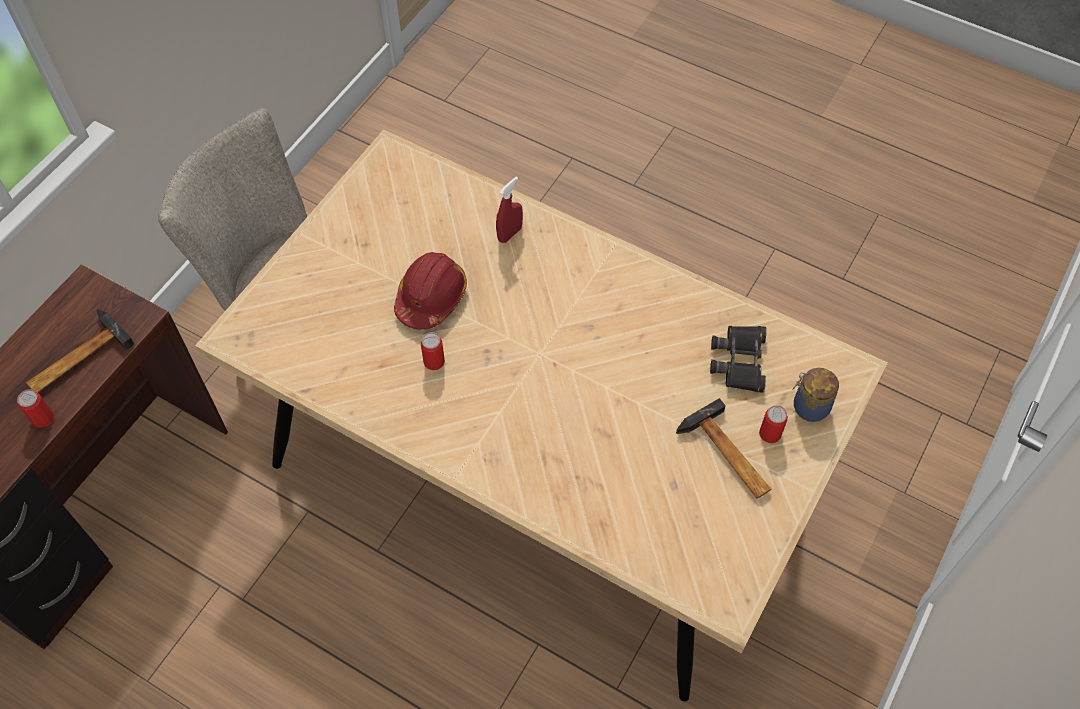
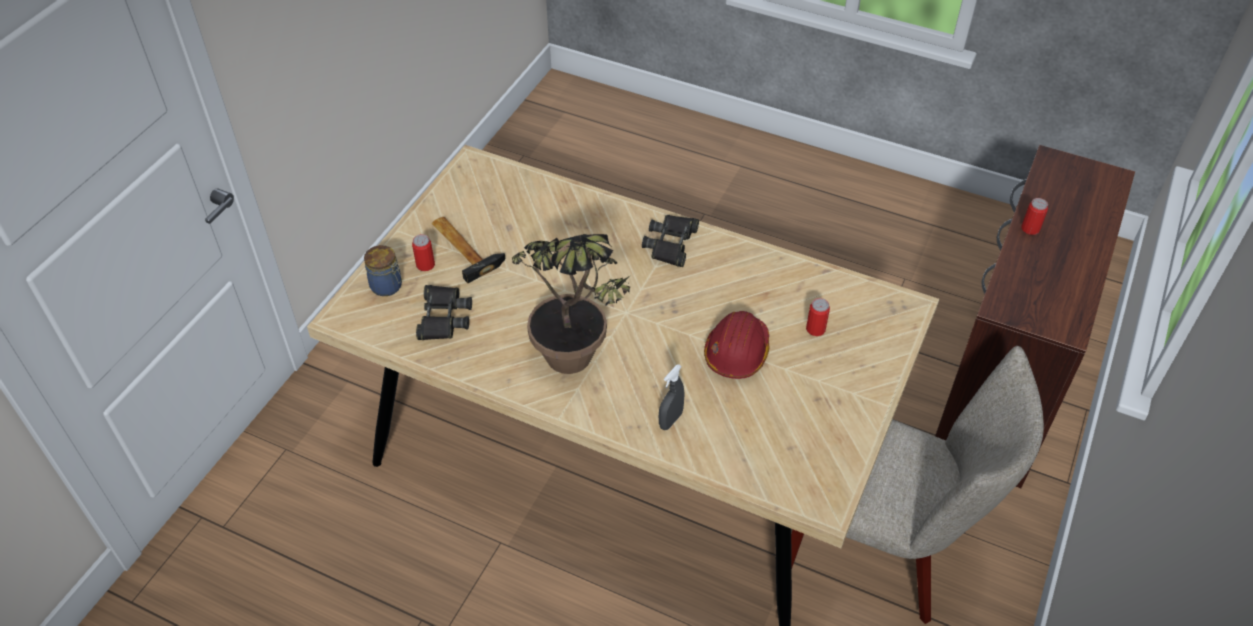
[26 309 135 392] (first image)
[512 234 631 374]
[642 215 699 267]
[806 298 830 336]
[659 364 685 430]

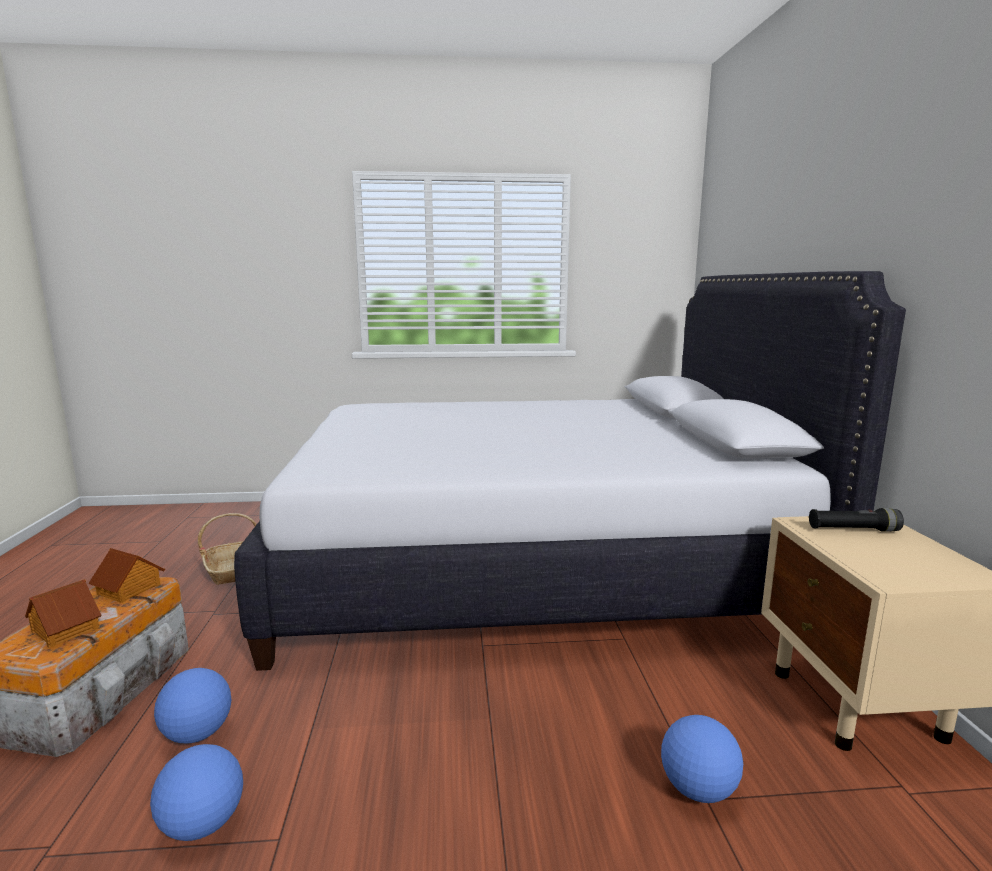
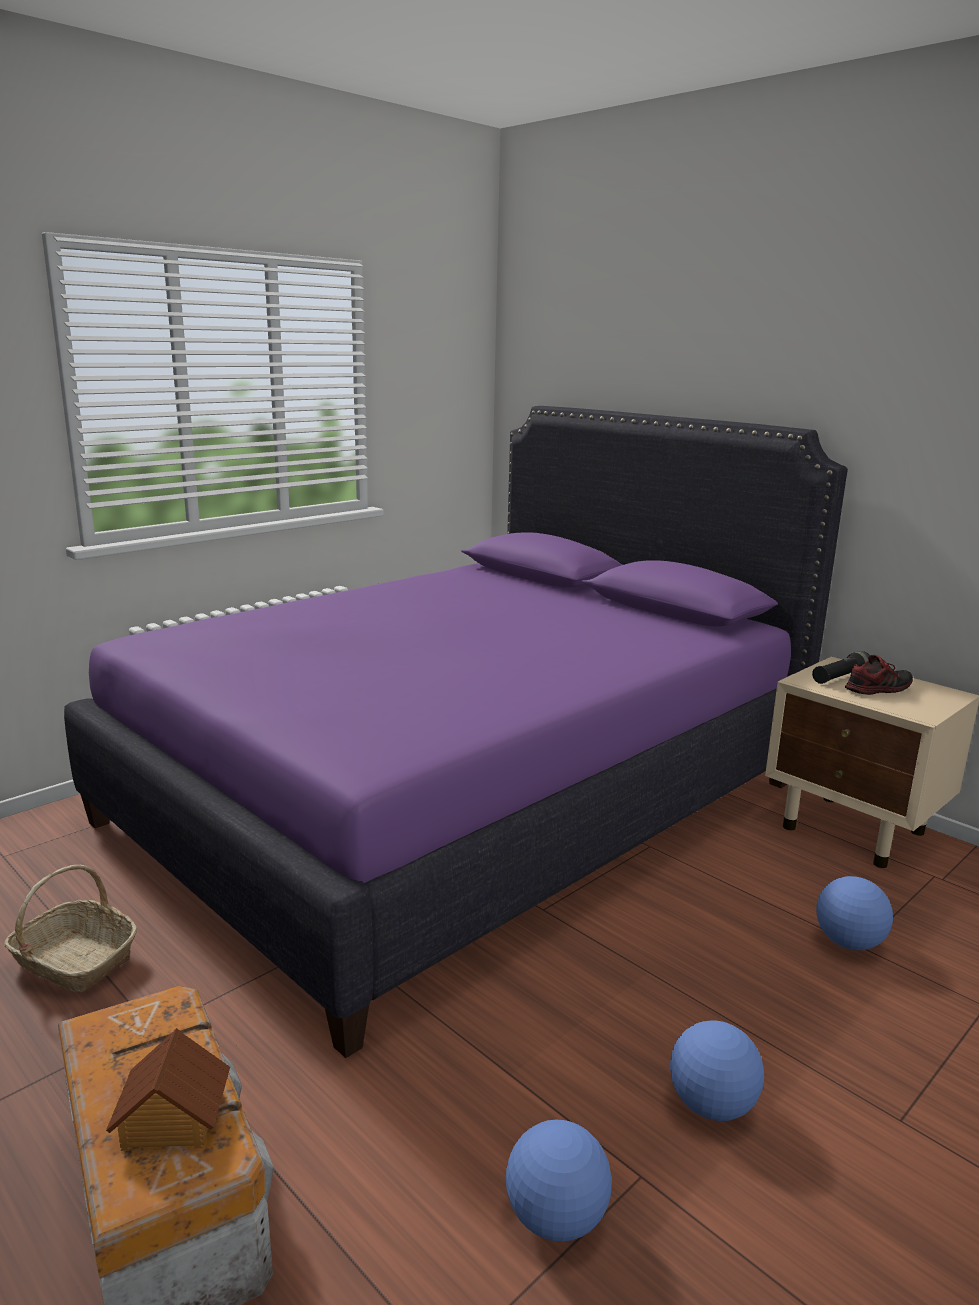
[88 548 165 603] (first image)
[845 655 913 695]
[670 1021 764 1121]
[64 406 848 1058]

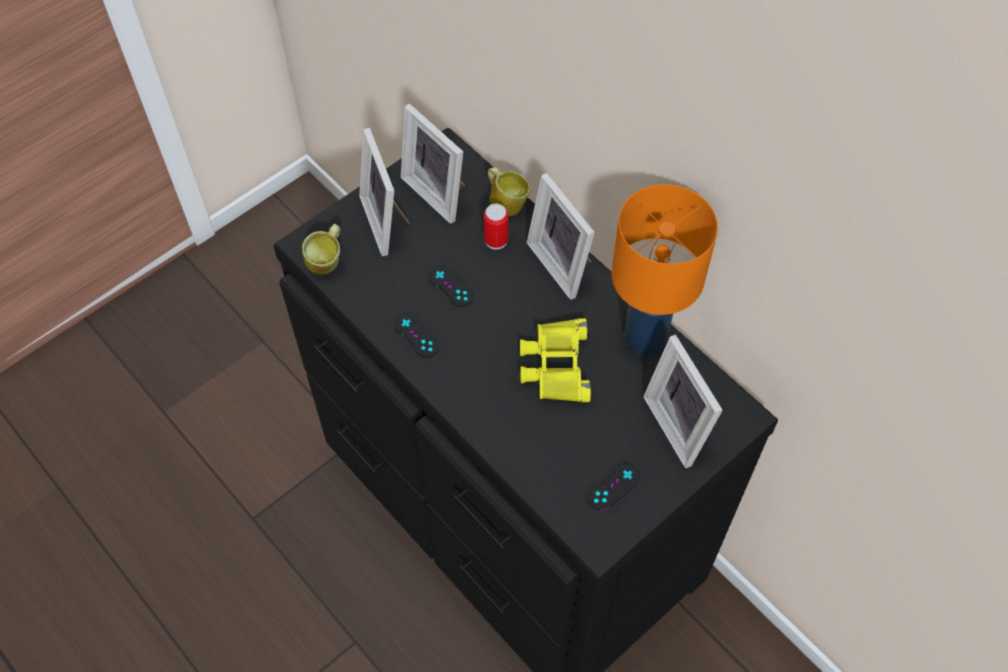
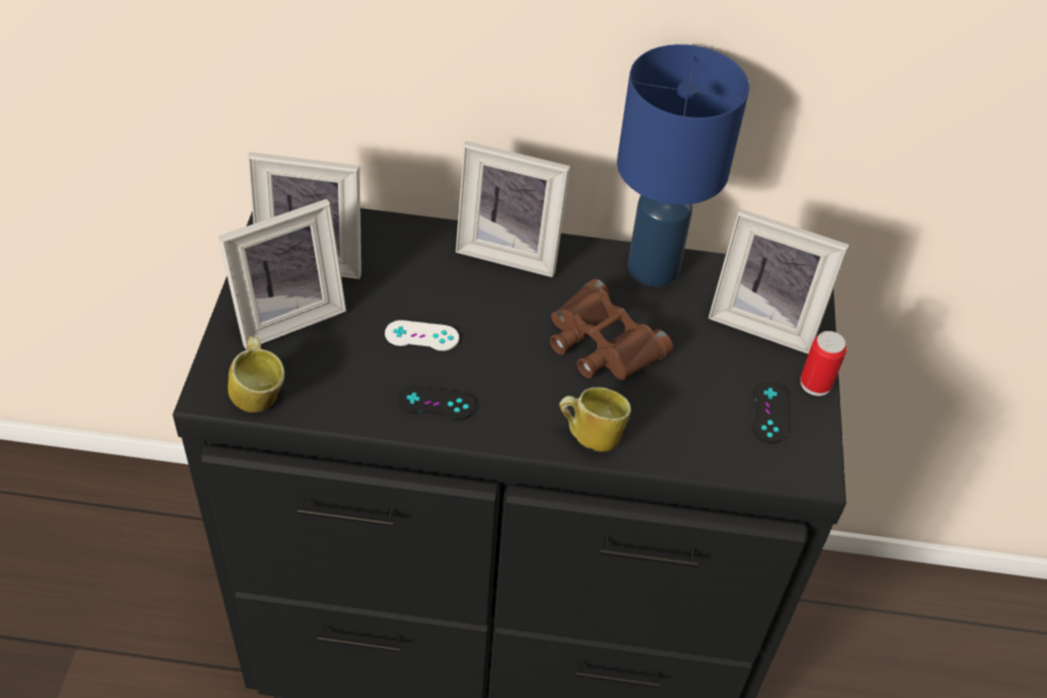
[800 331 847 396]
[559 387 631 452]
[385 320 459 351]
[550 279 673 380]
[617 44 749 286]
[218 199 346 350]

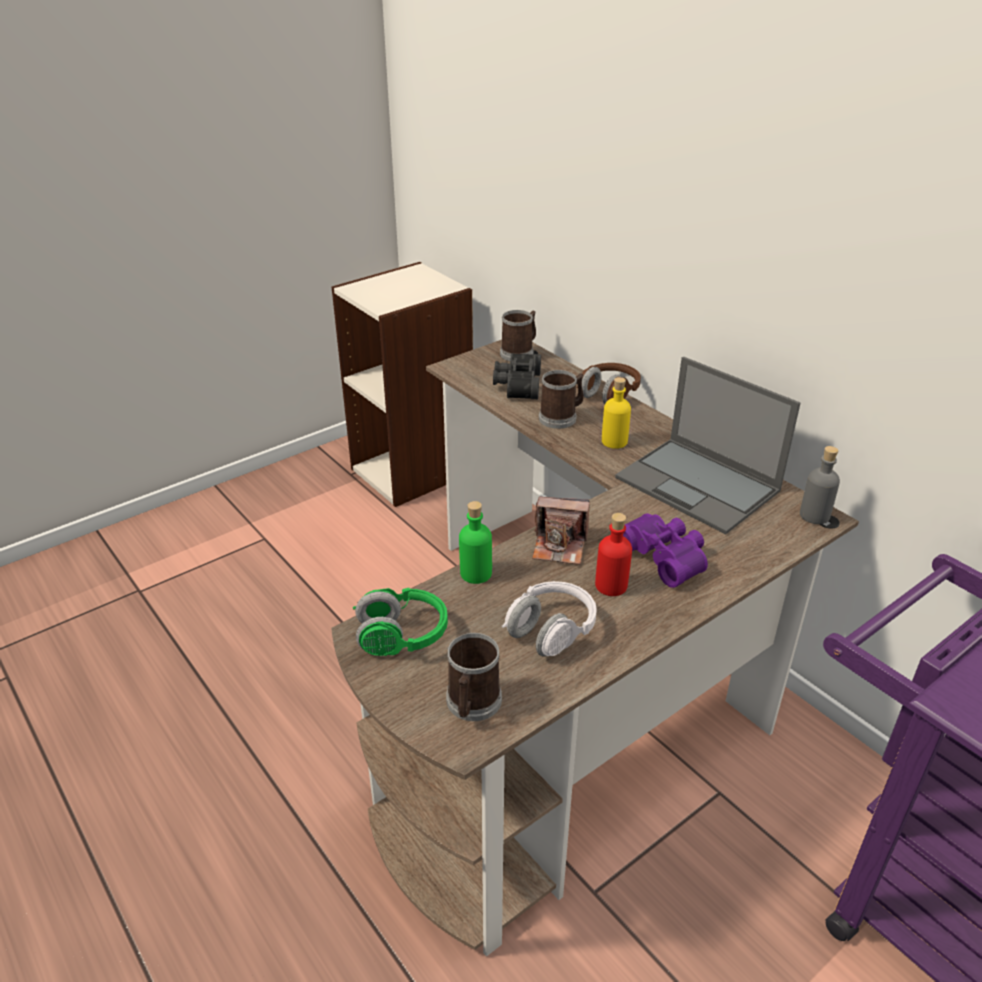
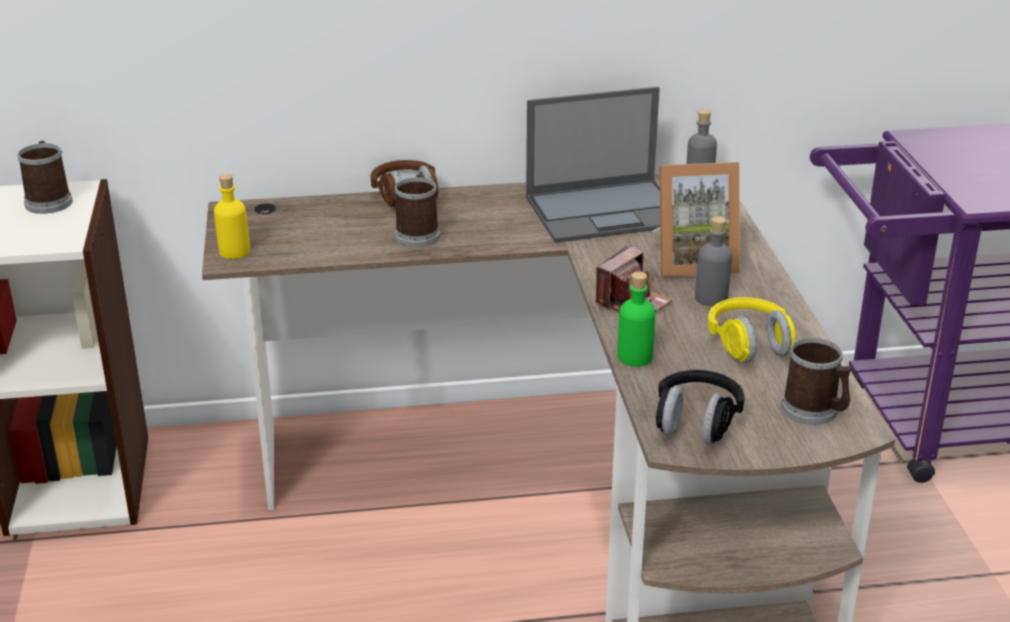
[493 353 541 399] (first image)
[17 141 73 214]
[214 174 250 259]
[653 162 740 277]
[656 370 745 444]
[708 297 796 363]
[695 216 732 306]

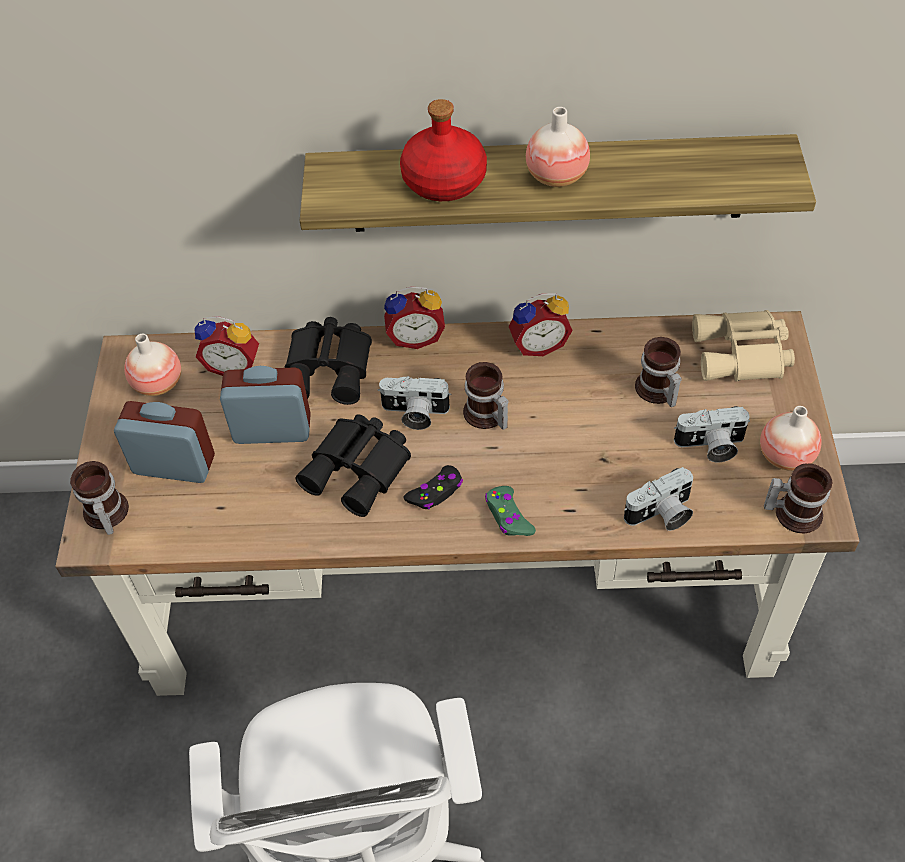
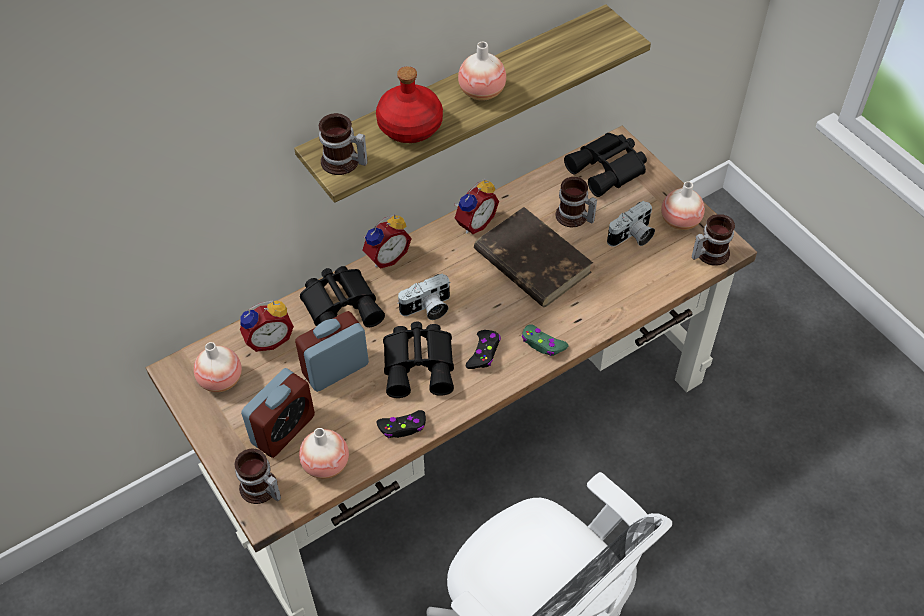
[624 467 693 531] (first image)
[299 428 349 479]
[377 410 426 438]
[474 207 593 307]
[319 113 368 175]
[564 133 647 197]
[241 368 315 458]

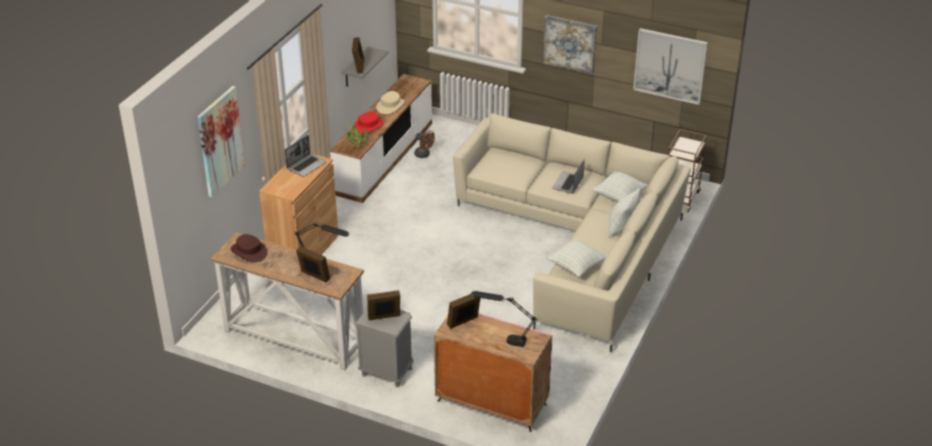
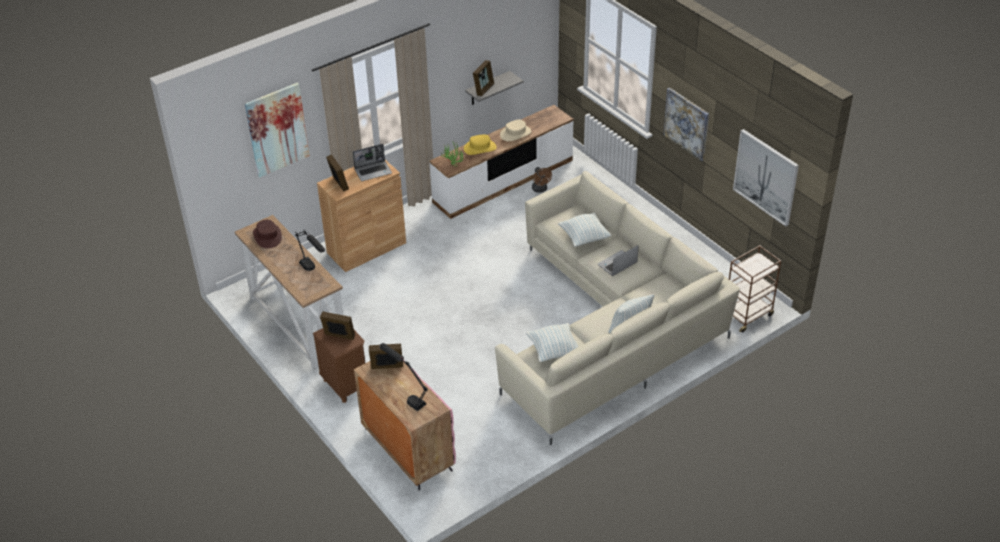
[326 154 349 192]
[558 212 612 247]
[464 134 497 155]
[313 328 365 403]

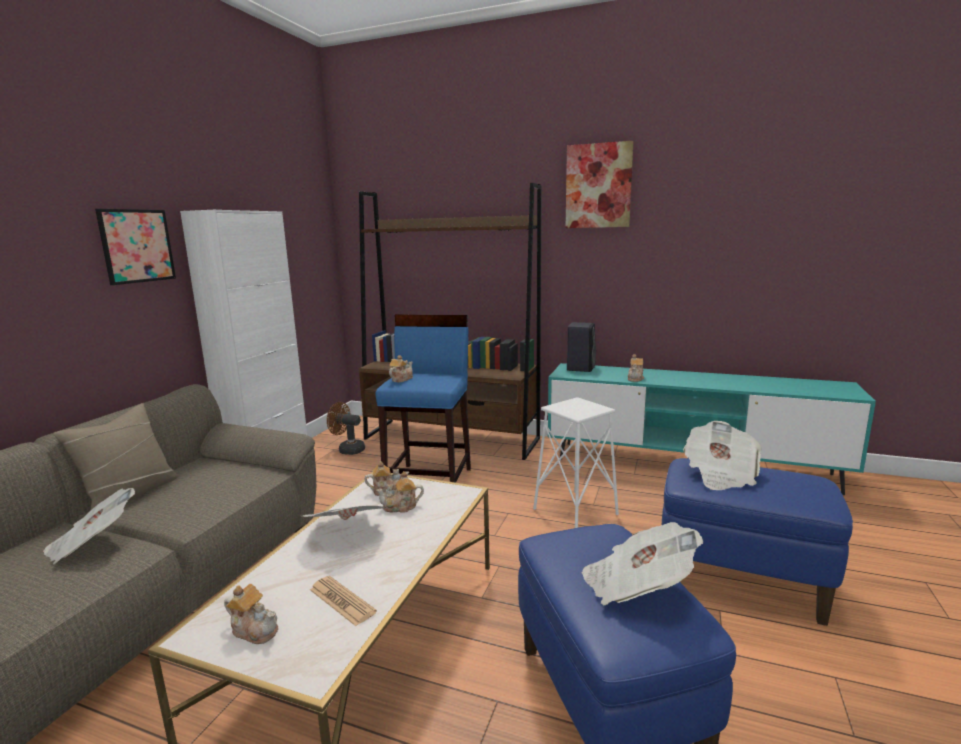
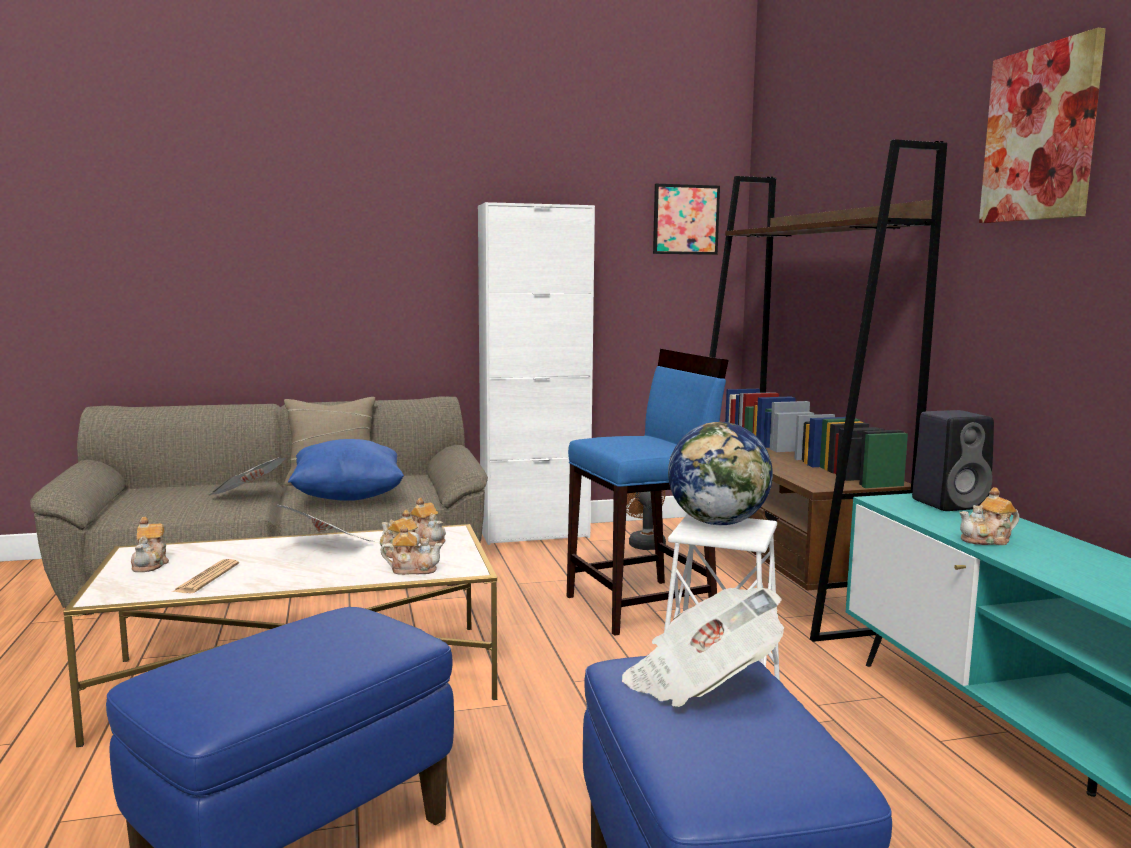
[582 522 703 606] (first image)
[288 439 404 501]
[668 422 773 525]
[653 184 720 255]
[381 525 443 575]

